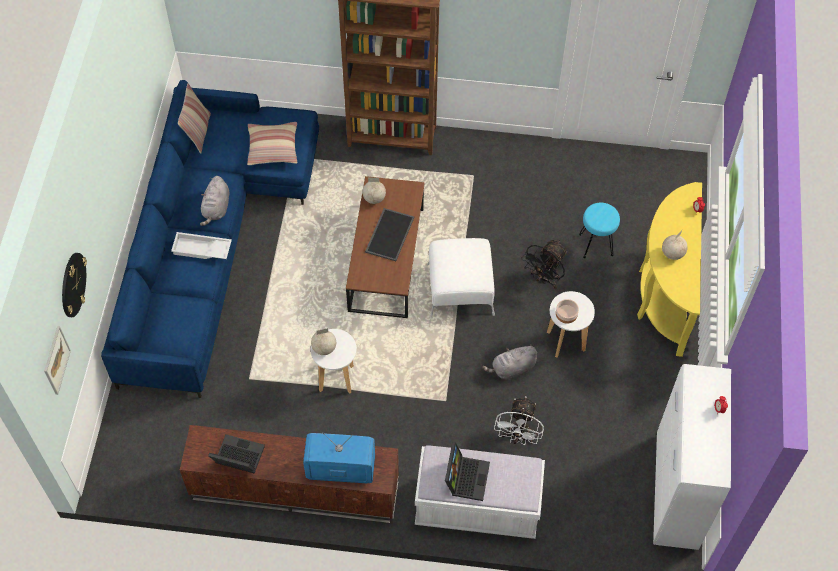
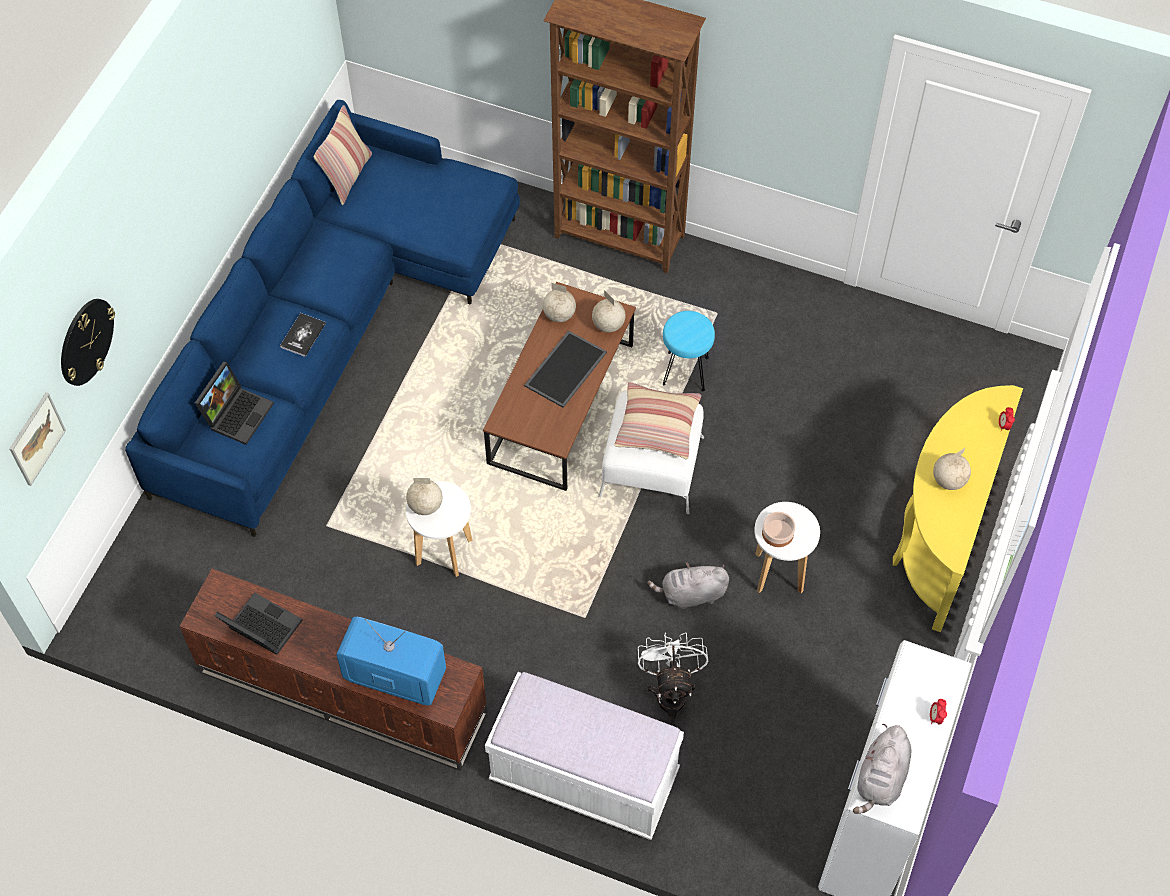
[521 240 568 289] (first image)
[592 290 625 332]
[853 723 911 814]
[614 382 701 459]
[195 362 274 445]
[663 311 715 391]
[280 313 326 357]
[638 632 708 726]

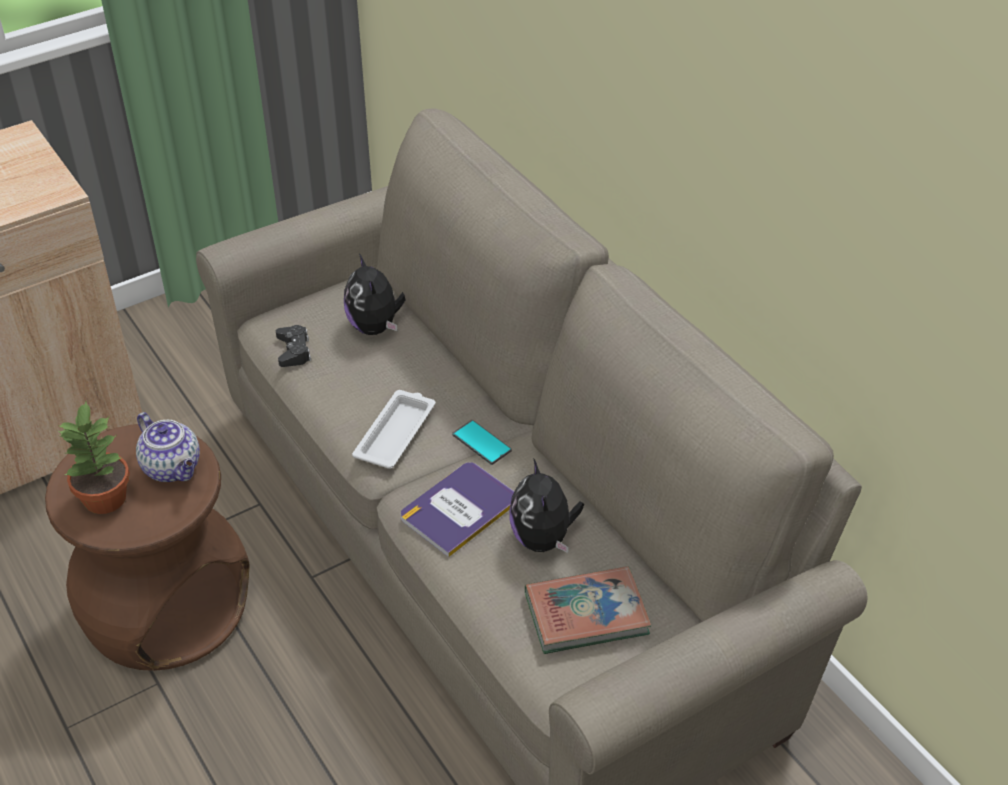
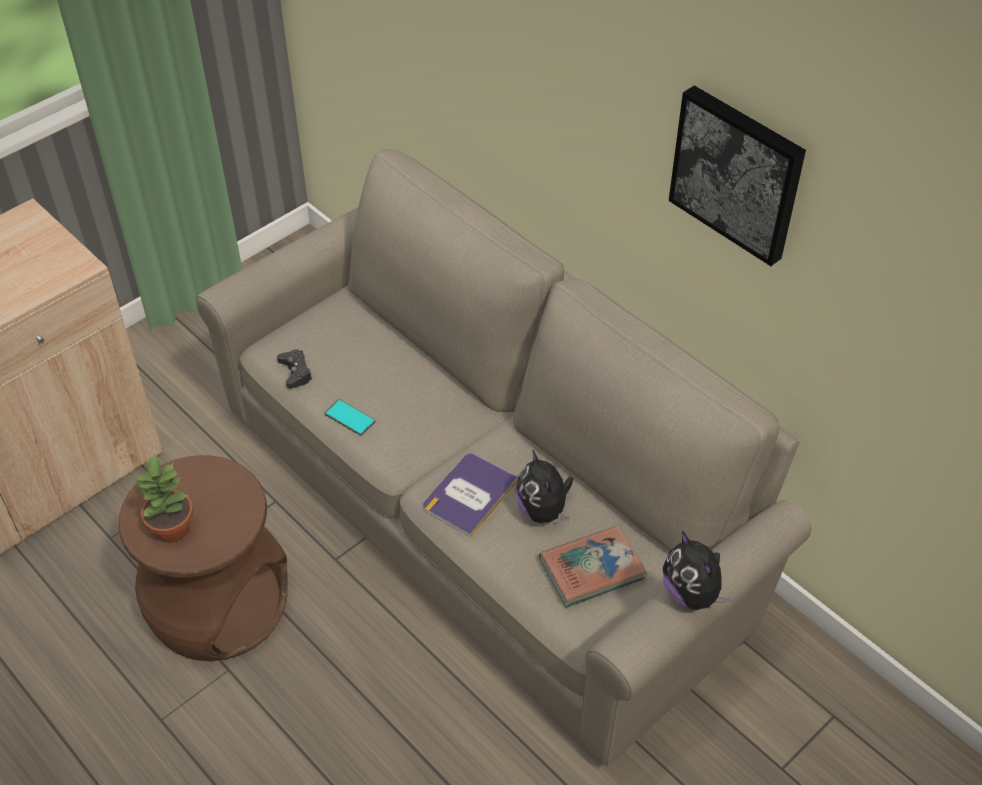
[136 412 200 482] (first image)
[352 390 435 469] (first image)
[669 86 806 266]
[663 531 730 610]
[324 399 375 436]

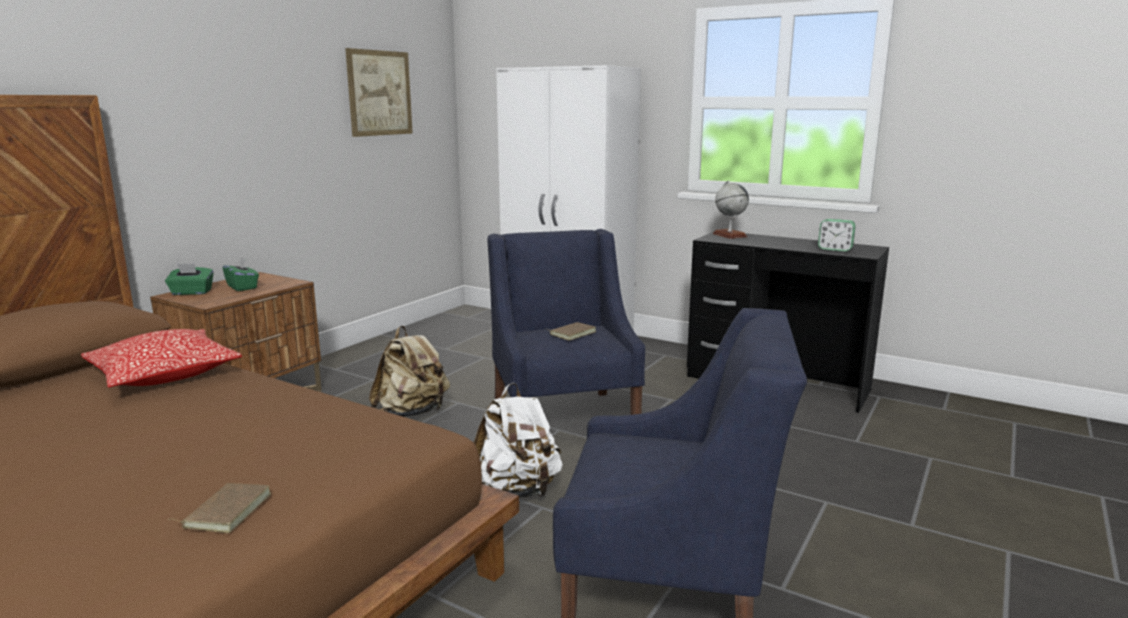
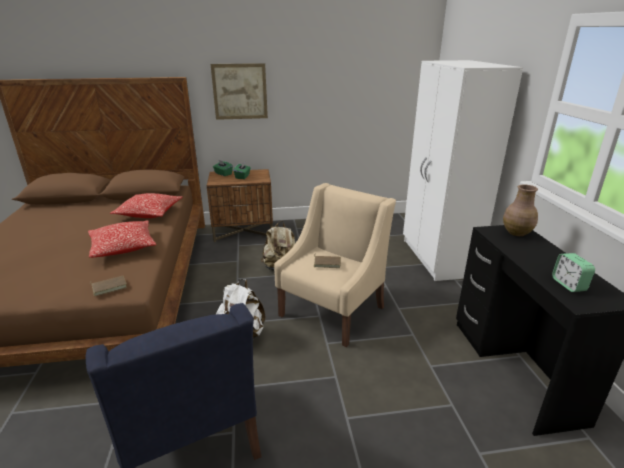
[88 220 156 258]
[90 276 127 296]
[211 63 268 120]
[503 184 538 236]
[274 183 396 348]

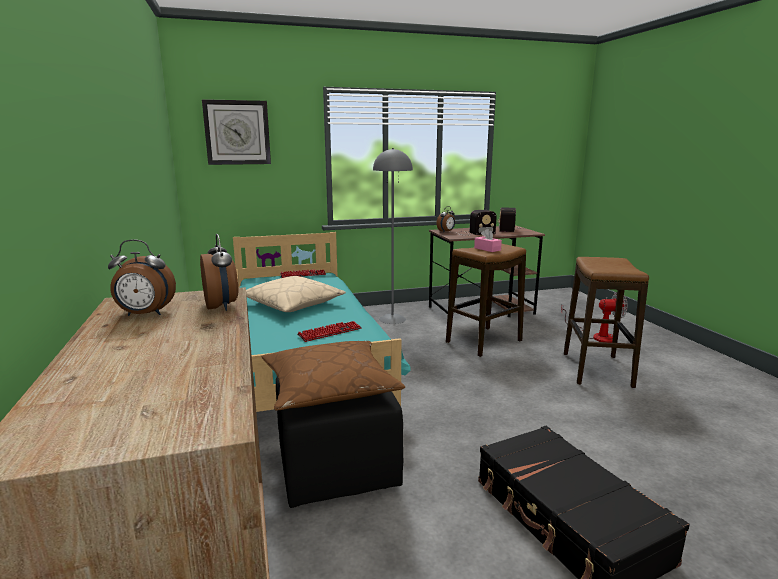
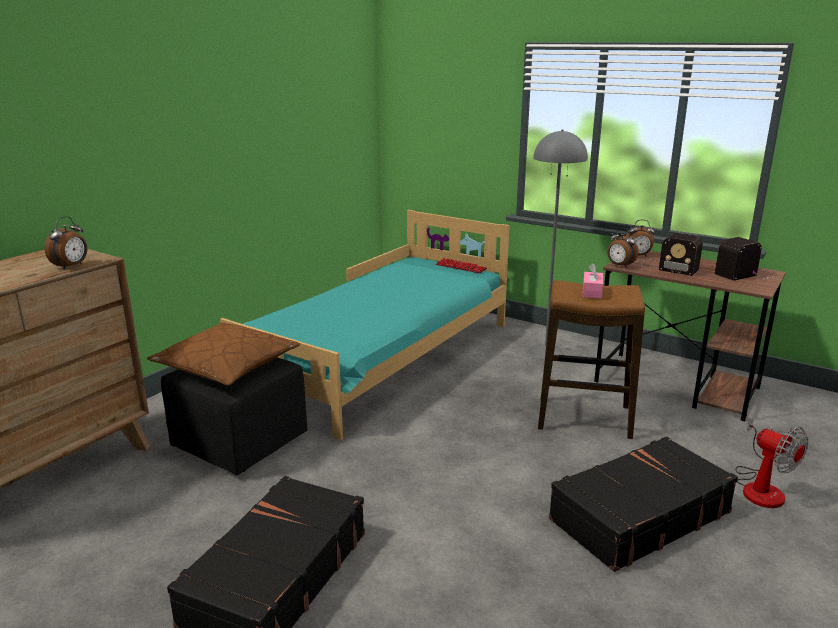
[202 99 271 165] (first image)
[246 276 346 312] (first image)
[297 321 362 342] (first image)
[607 228 639 268]
[549 436 738 572]

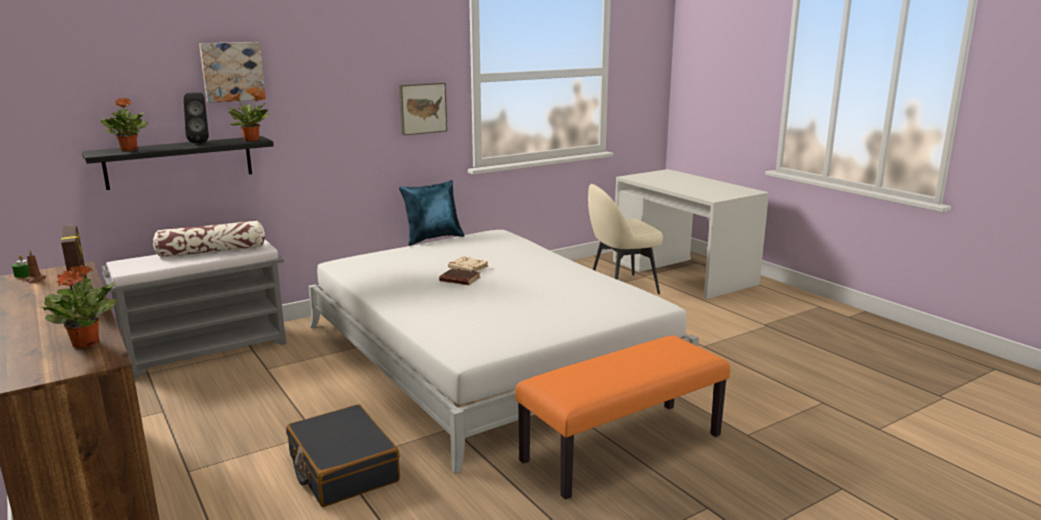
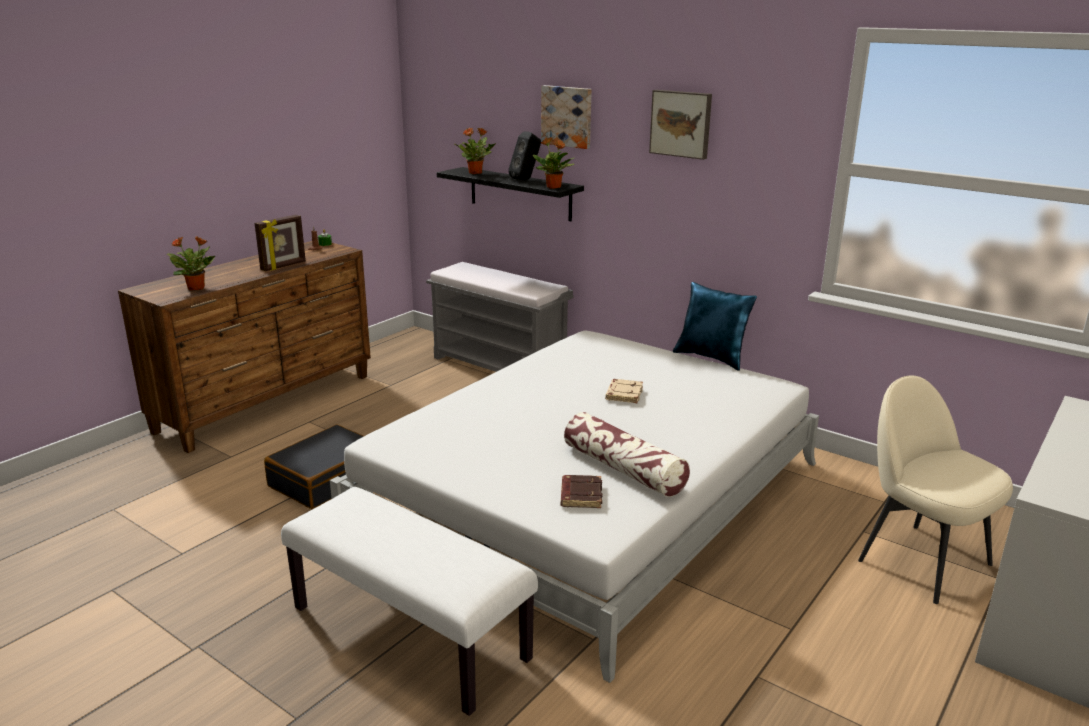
[564 412 690 497]
[649 90 712 160]
[561 475 602 508]
[281 487 538 716]

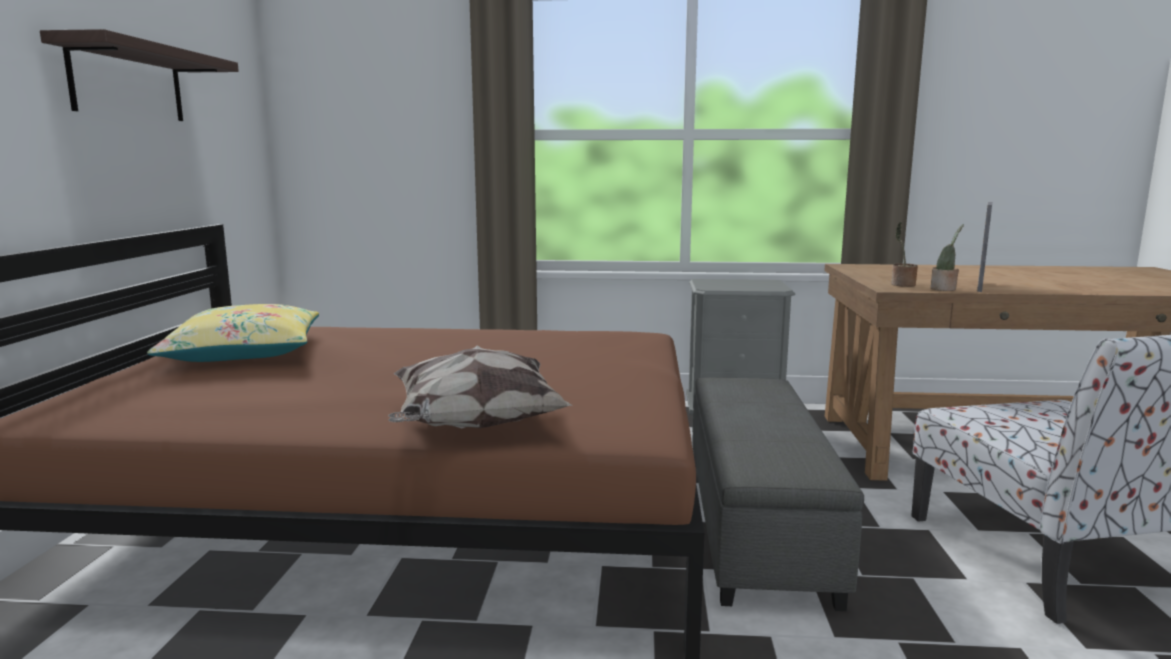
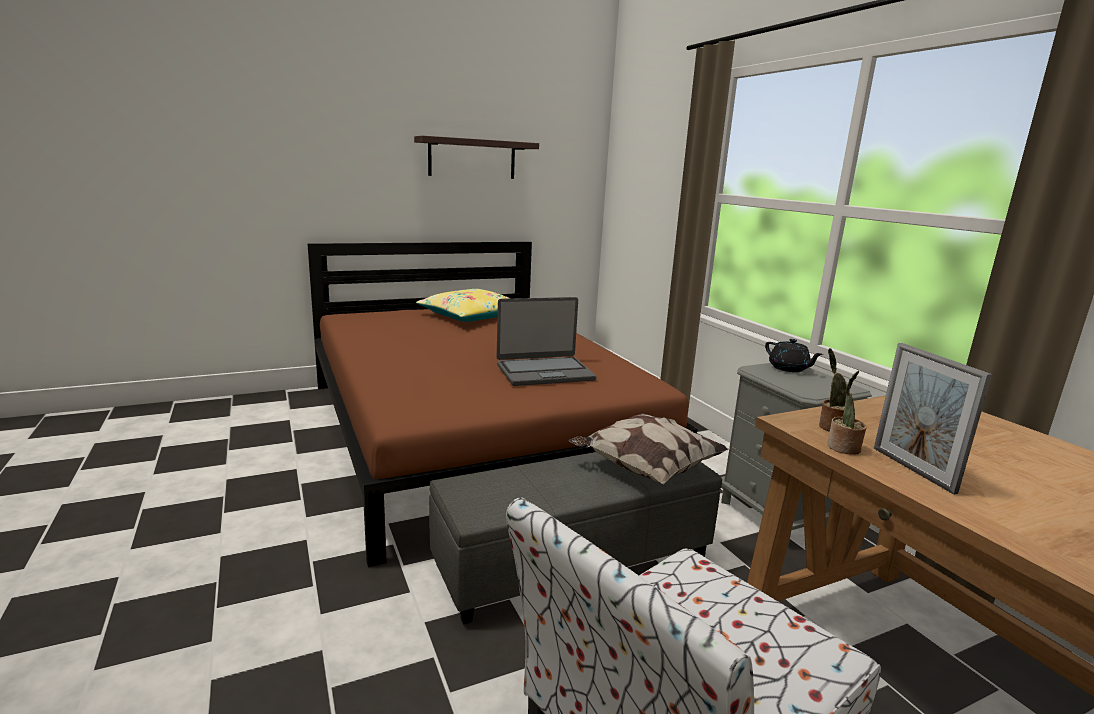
[497 297 597 386]
[765 339 824 372]
[569 413 729 484]
[874 343 992 495]

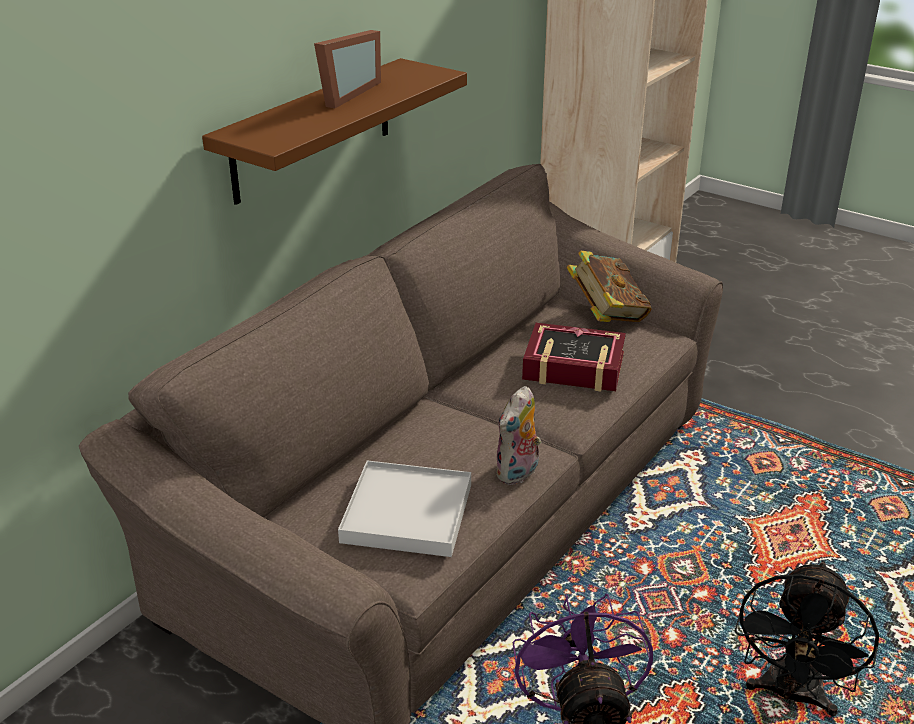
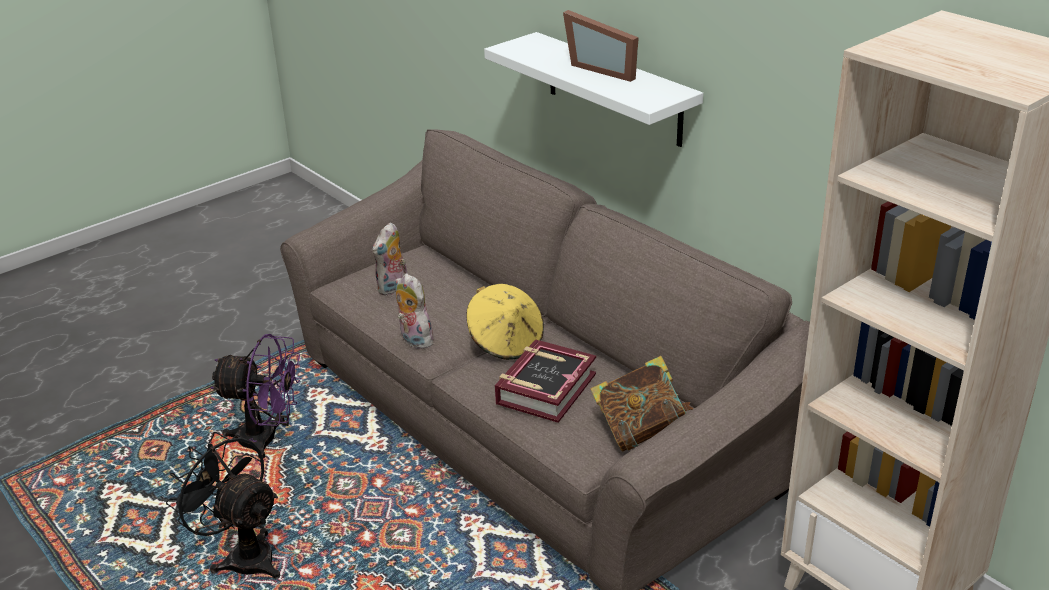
[466 284 544 360]
[372 222 407 296]
[484 32 703 147]

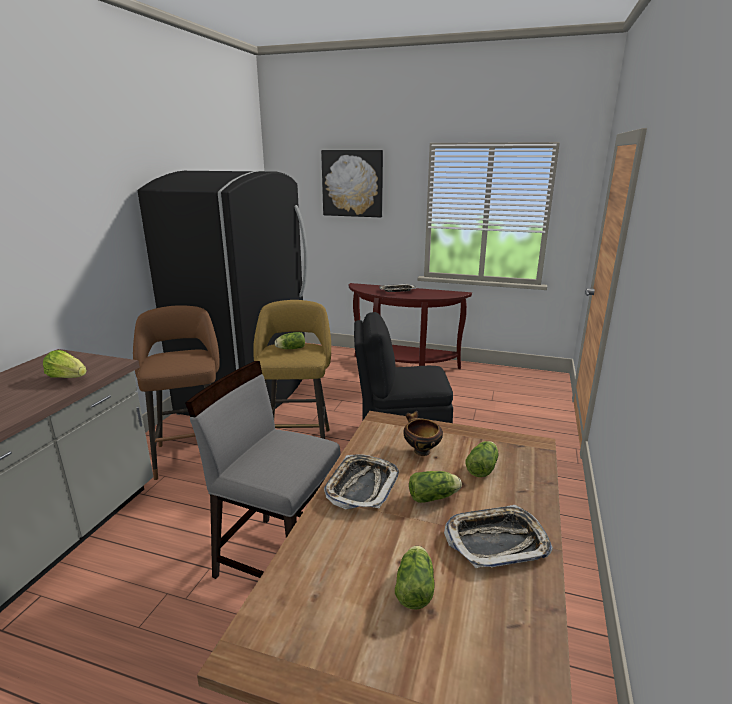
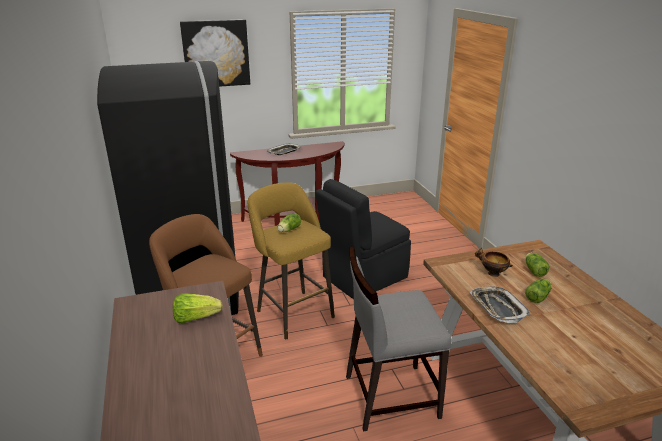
[395 546 434 610] (first image)
[444 505 553 568] (first image)

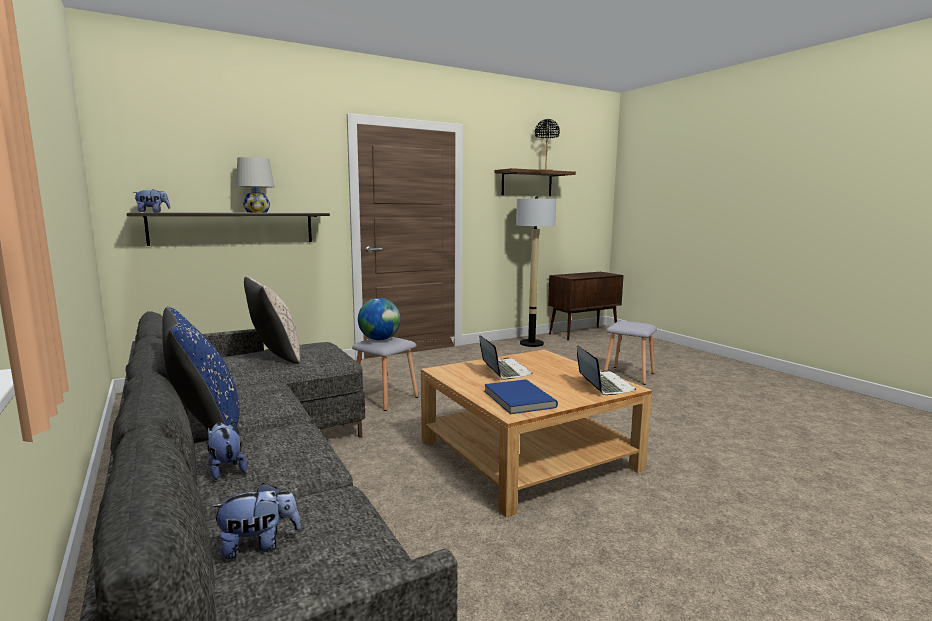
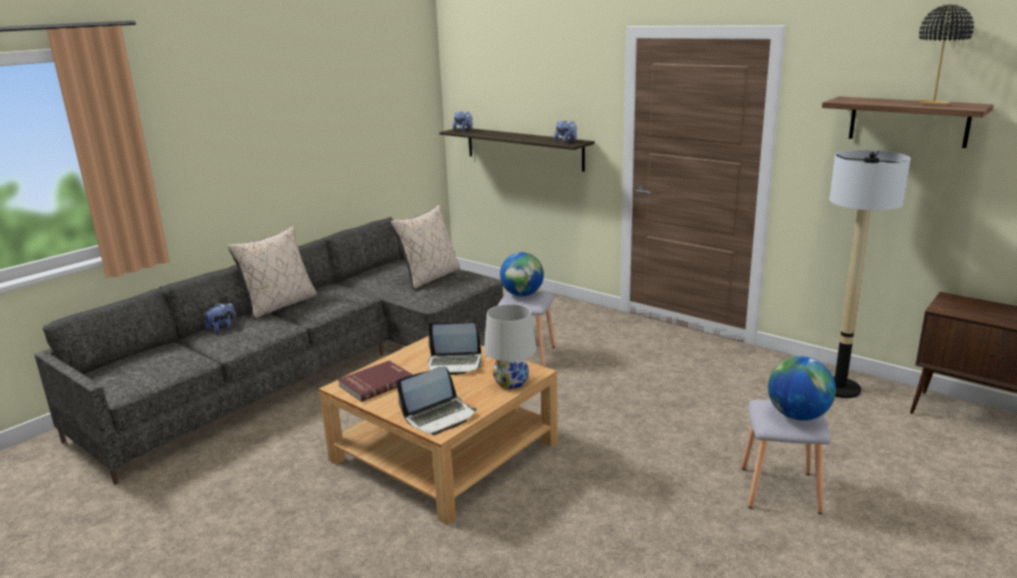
[768 356 836 421]
[554 120 577 143]
[484 304 536 389]
[228 226 317 319]
[338 361 413 402]
[428 322 482 375]

